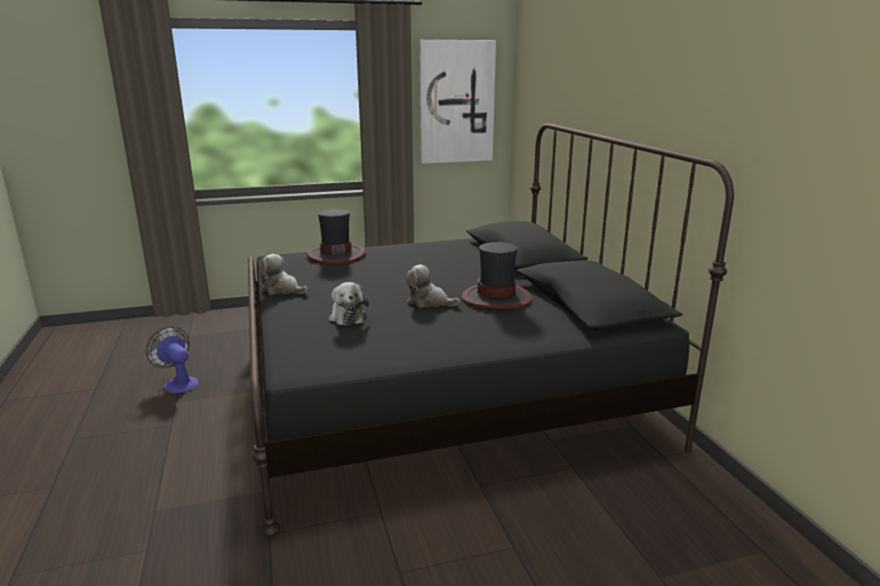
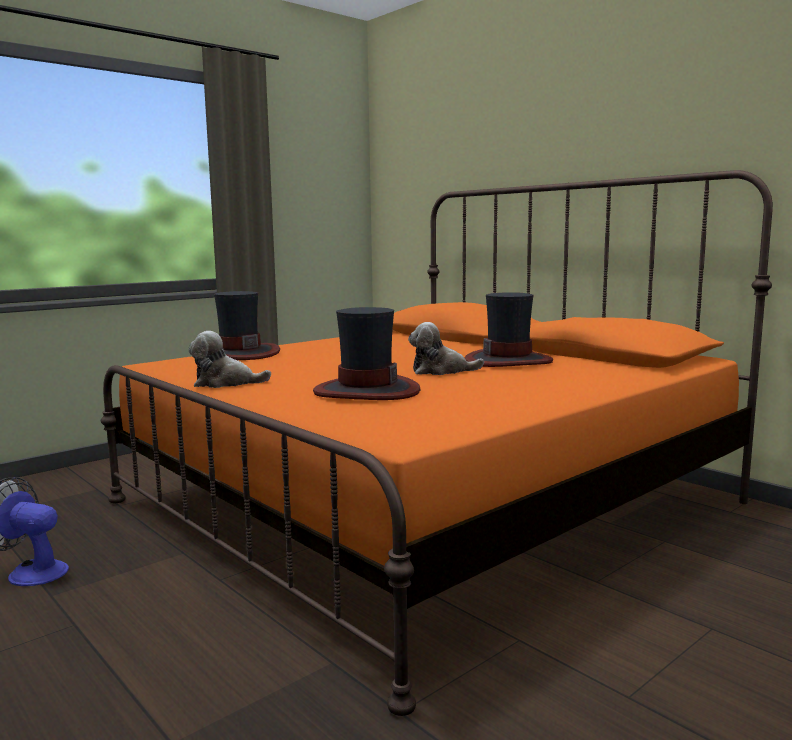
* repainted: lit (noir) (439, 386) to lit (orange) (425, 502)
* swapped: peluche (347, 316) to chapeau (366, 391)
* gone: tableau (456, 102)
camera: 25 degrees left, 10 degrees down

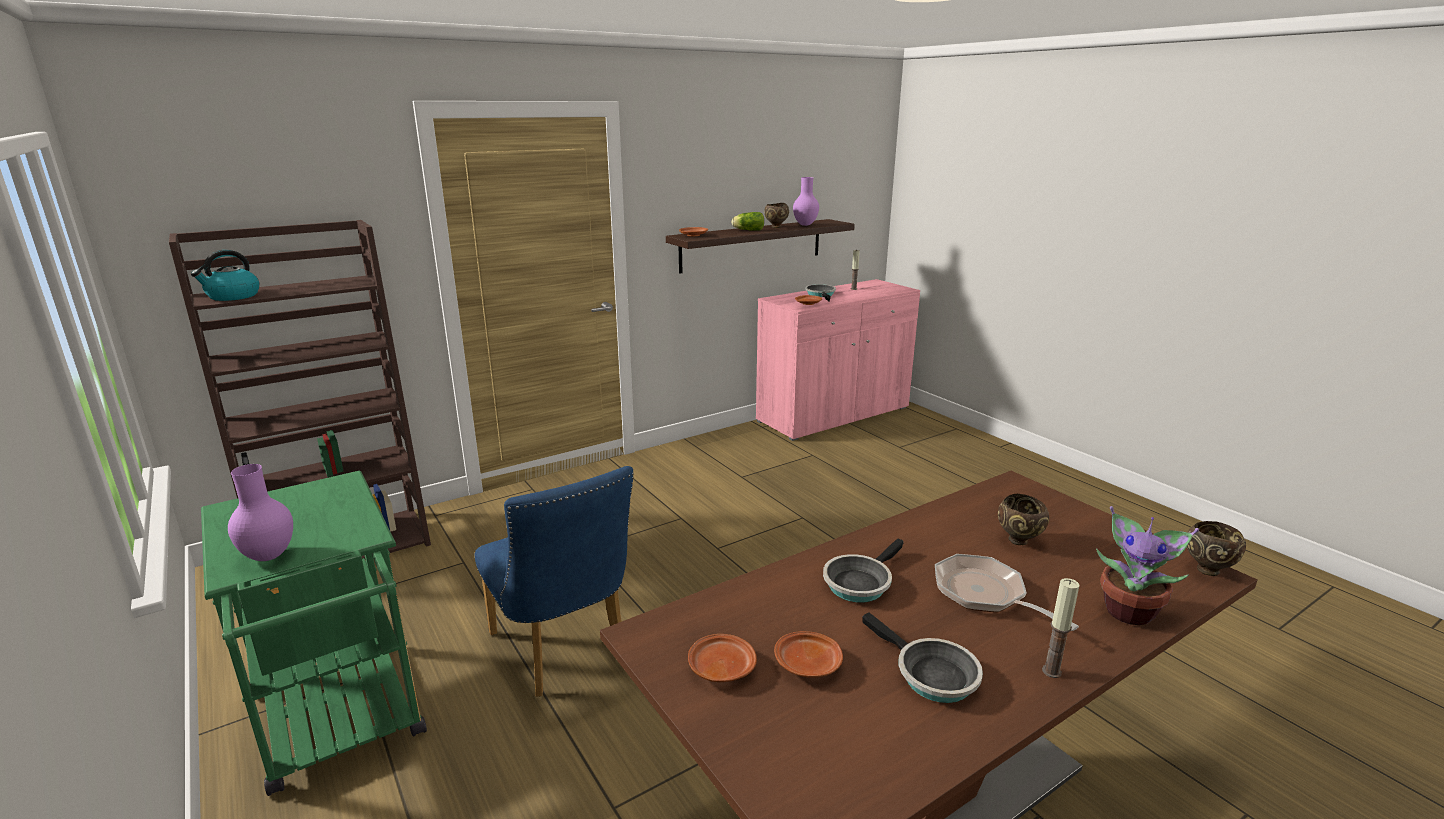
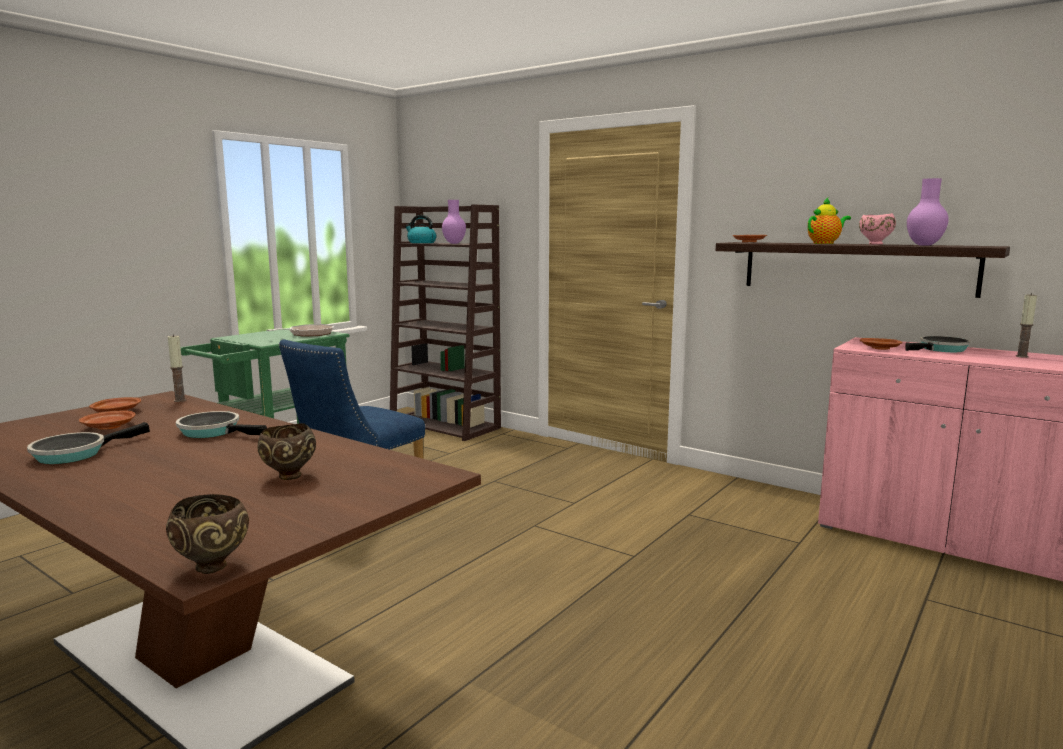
* shifted: vase (violet) (268, 556) to (454, 243)
* swapped: laitue (747, 230) to théière (825, 243)
* repainted: bol (marron) (776, 227) to bol (rose) (874, 244)
* shifted: poêle (985, 594) to (308, 334)
* shifted: bougie (1051, 671) to (180, 400)
* gone: plante en pot (1130, 611)
camera: 70 degrees right, 10 degrees down

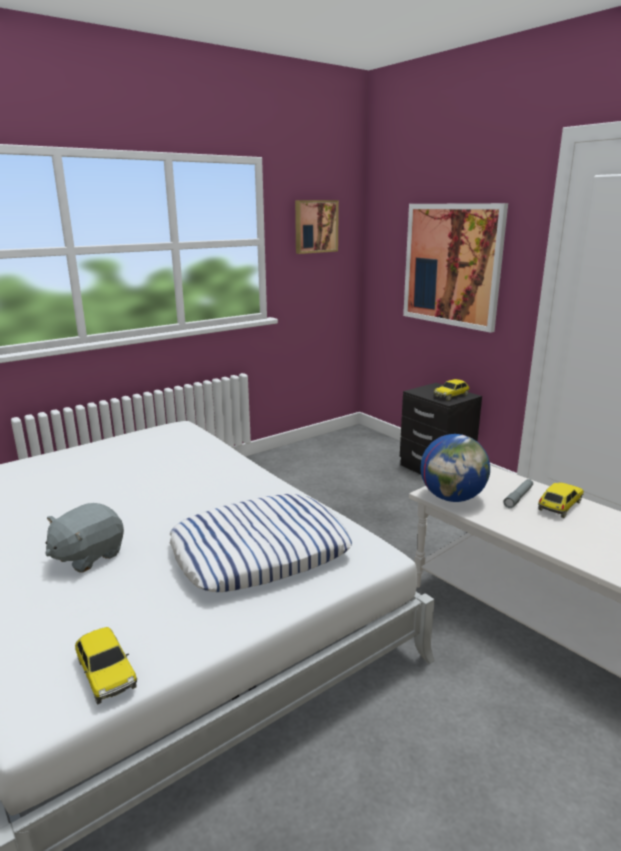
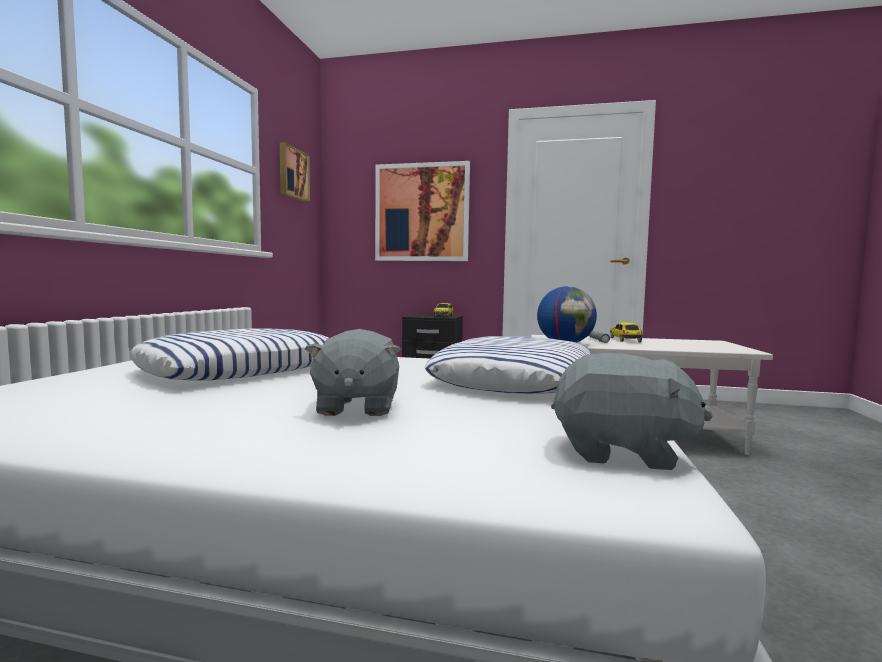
* swapped: petite voiture (106, 673) to peluche (gris) (622, 453)
* new: coussin (241, 368)
camera: 40 degrees left, 15 degrees down

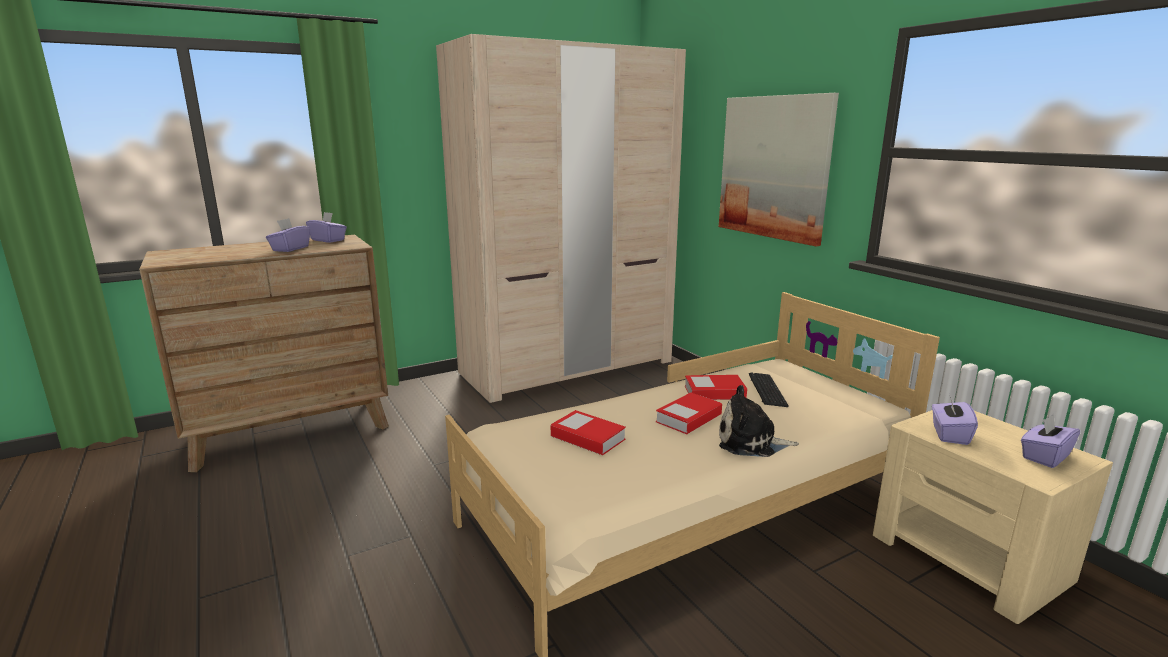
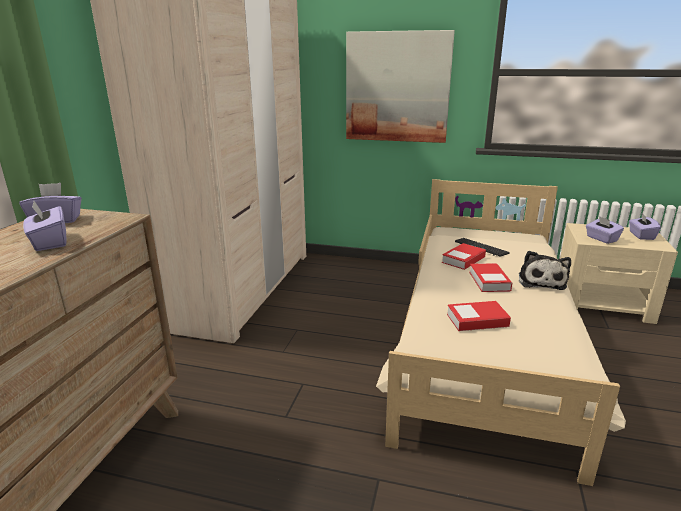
* rotated: peluche (751, 442) = (541, 281) 45 degrees counterclockwise
camera: 45 degrees left, 5 degrees up

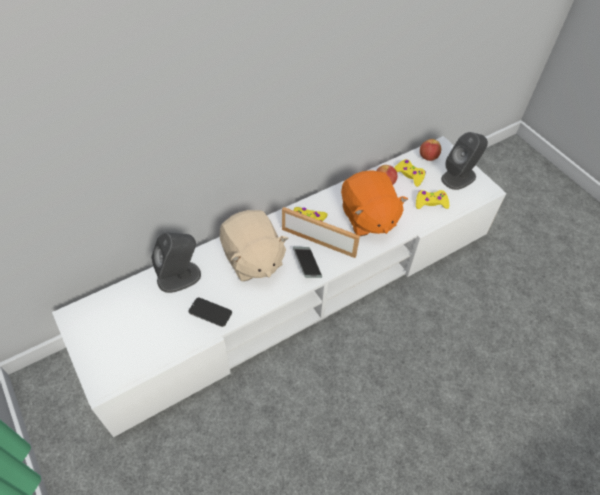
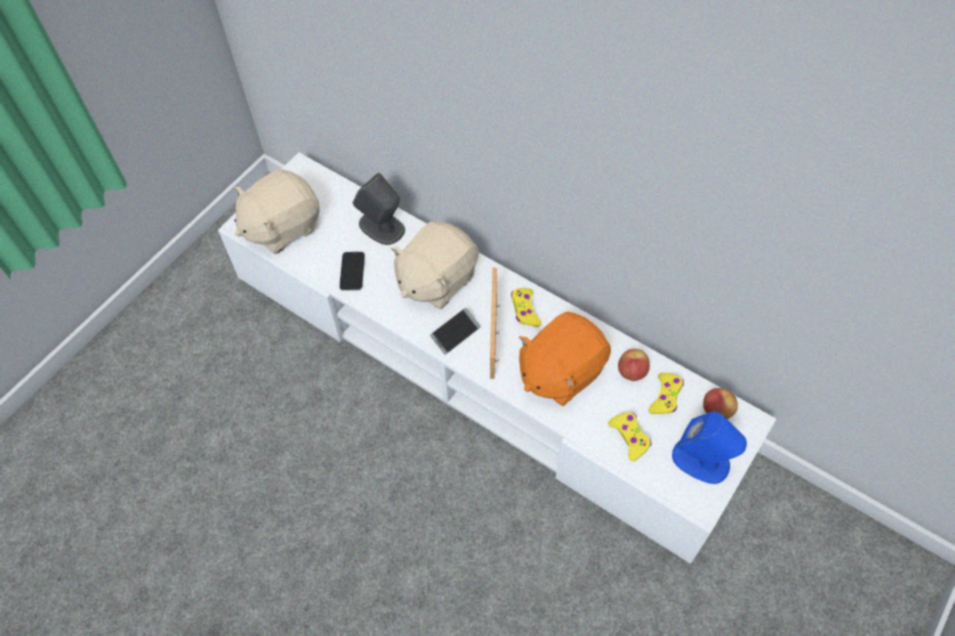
* repainted: enceinte (gris) (459, 177) to enceinte (bleu) (701, 461)
* new: peluche (beige) (282, 227)
camera: 70 degrees right, 5 degrees up

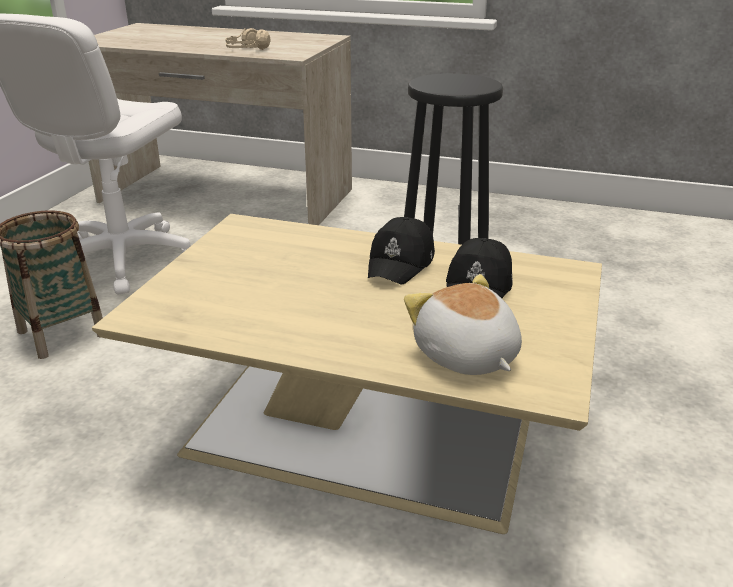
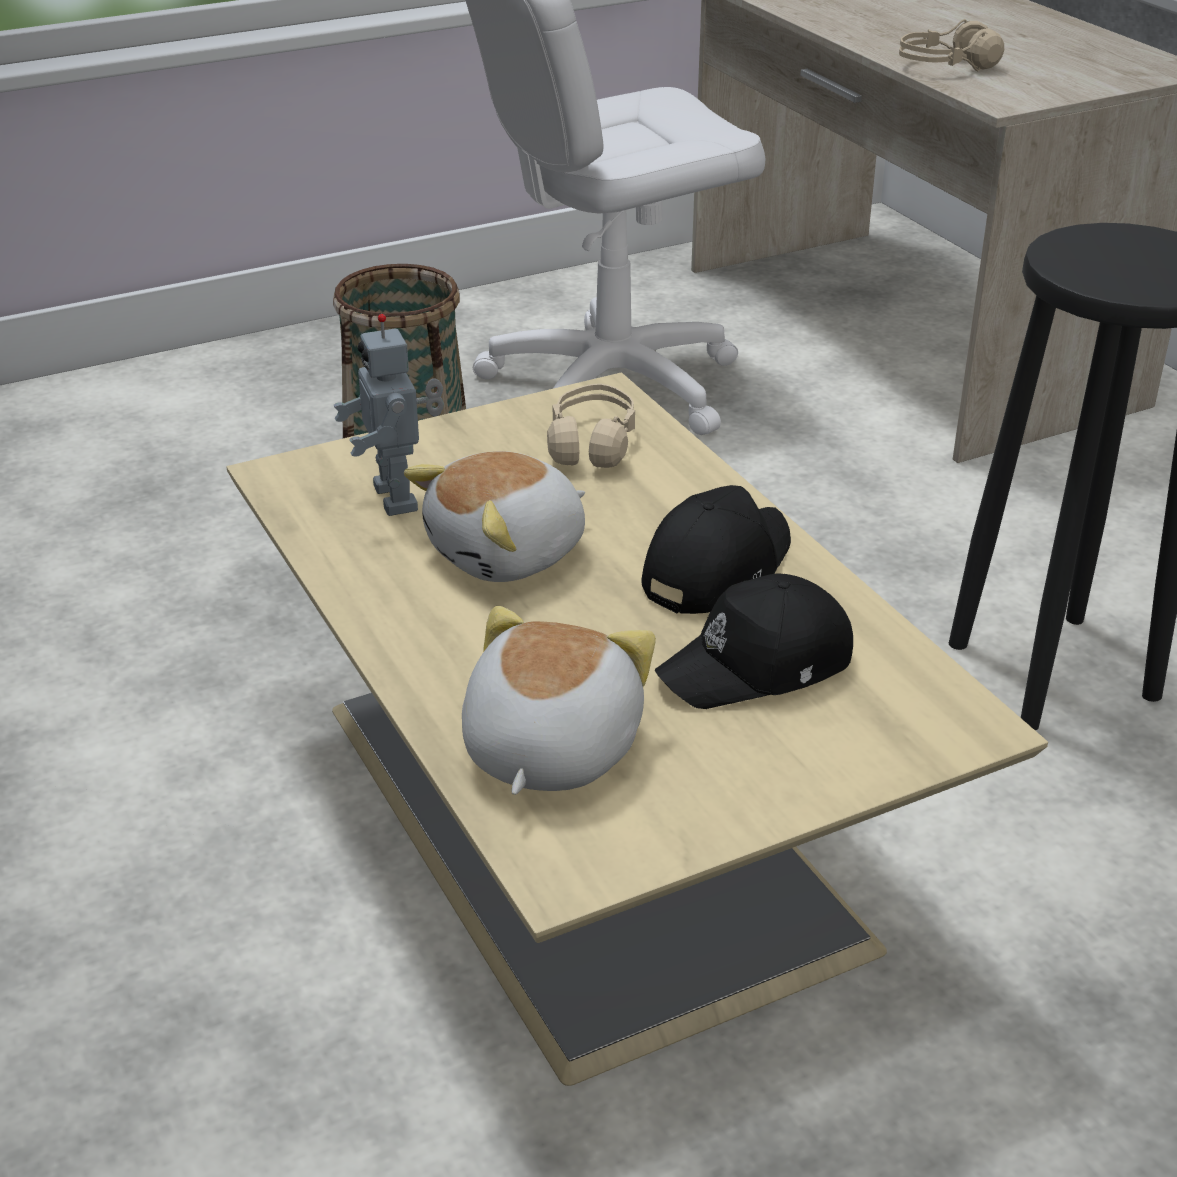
* rotated: casquette (noir) (401, 263) = (715, 568) 150 degrees clockwise
* new: robot jouet (399, 498)
* new: peluche (509, 554)
* new: casque audio (beige) (592, 443)
camera: 45 degrees right, 5 degrees up

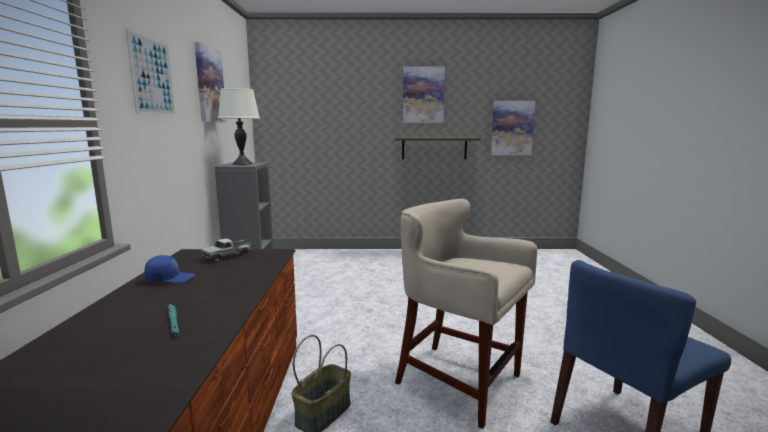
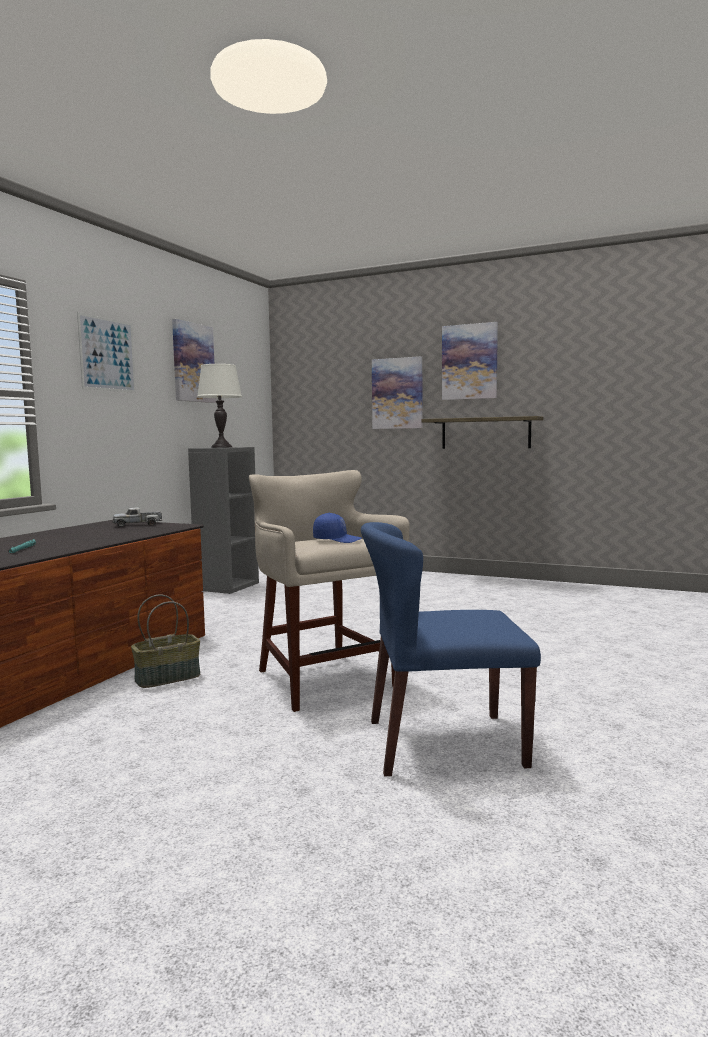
* shifted: casquette (bleu) (170, 278) to (337, 540)
* shifted: tableau (512, 128) to (397, 393)
camera: 25 degrees right, 5 degrees down

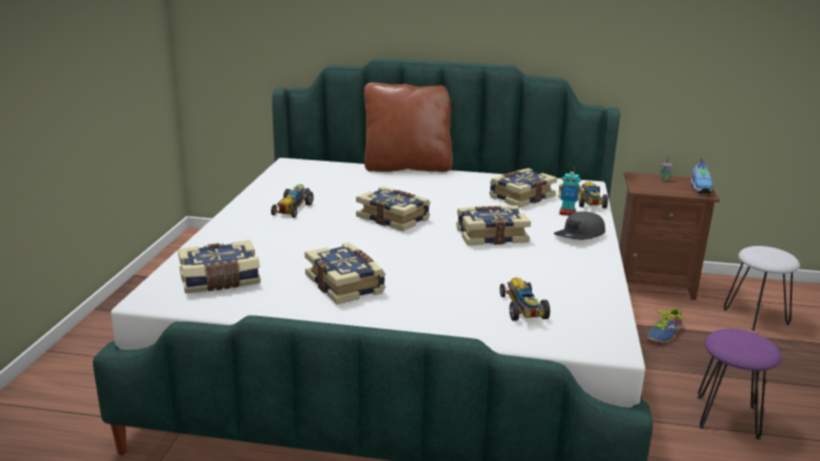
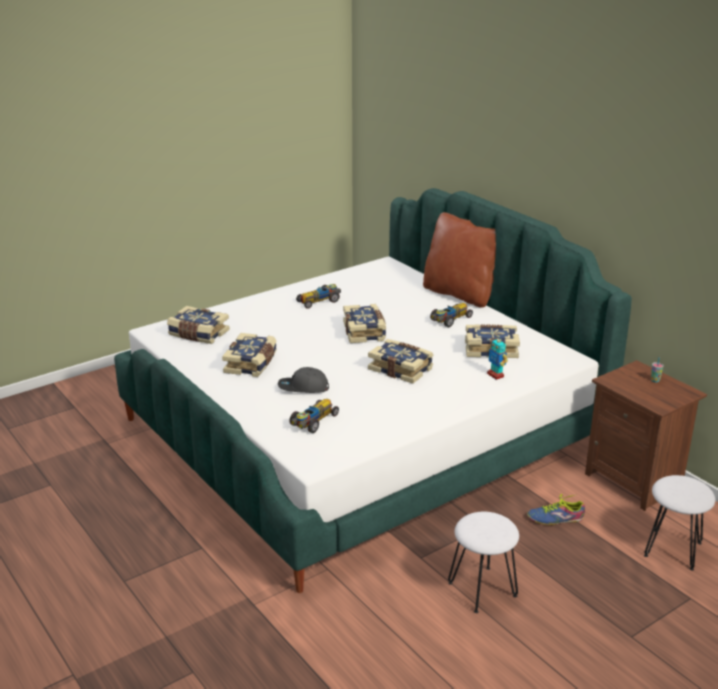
* shifted: casquette (gris) (580, 236) to (303, 388)
* shifted: petite voiture (590, 202) to (450, 320)
* gone: chaussure (700, 189)
* repainted: tabouret (violet) (727, 416) to tabouret (blanc) (483, 589)
camera: 45 degrees right, 5 degrees up

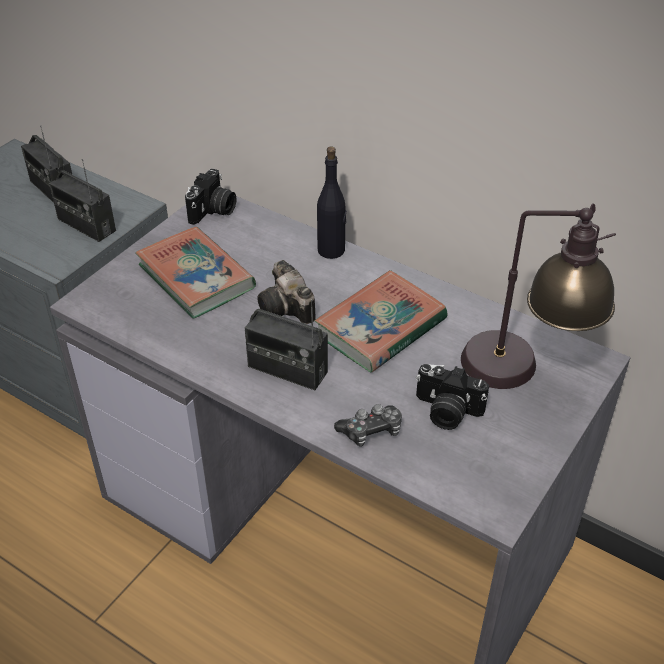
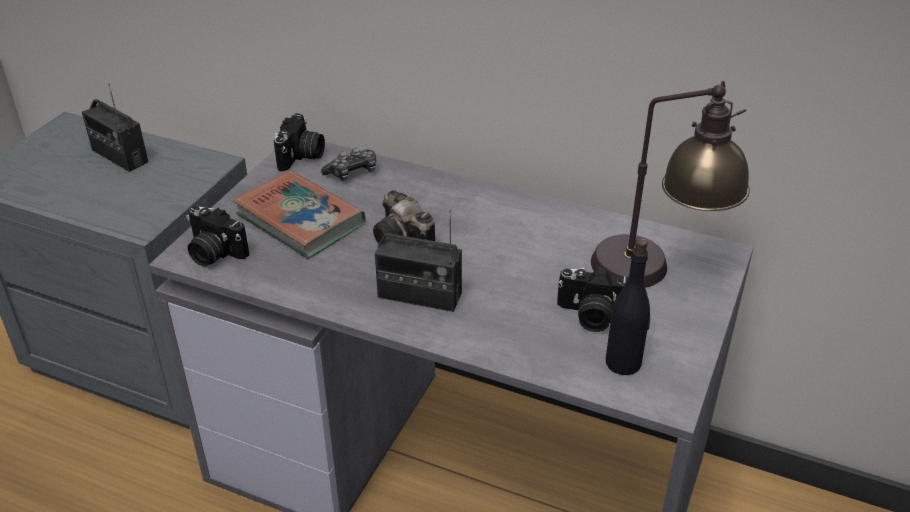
* gone: radio (86, 225)
* gone: livre (381, 327)
* shifted: bouteille (noir) (331, 250) to (624, 363)
* shifted: manette (371, 431) to (352, 172)
* new: appareil photo (213, 253)
camera: 10 degrees left, 5 degrees down

